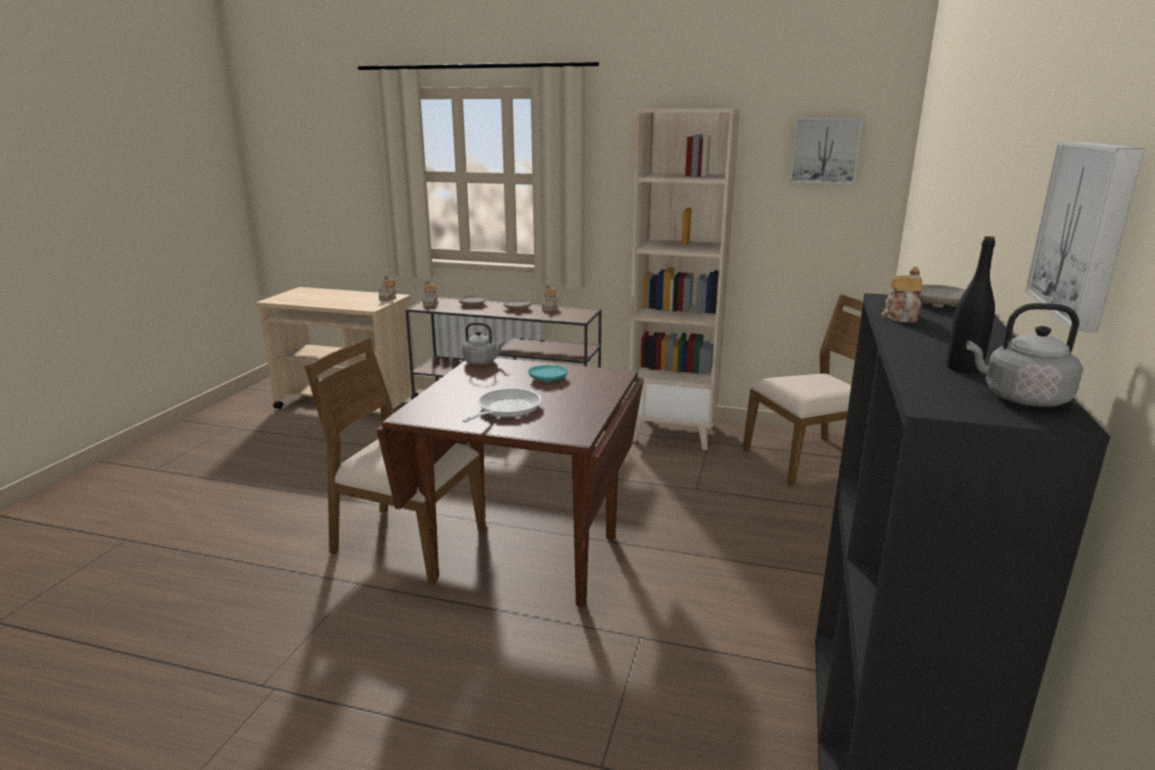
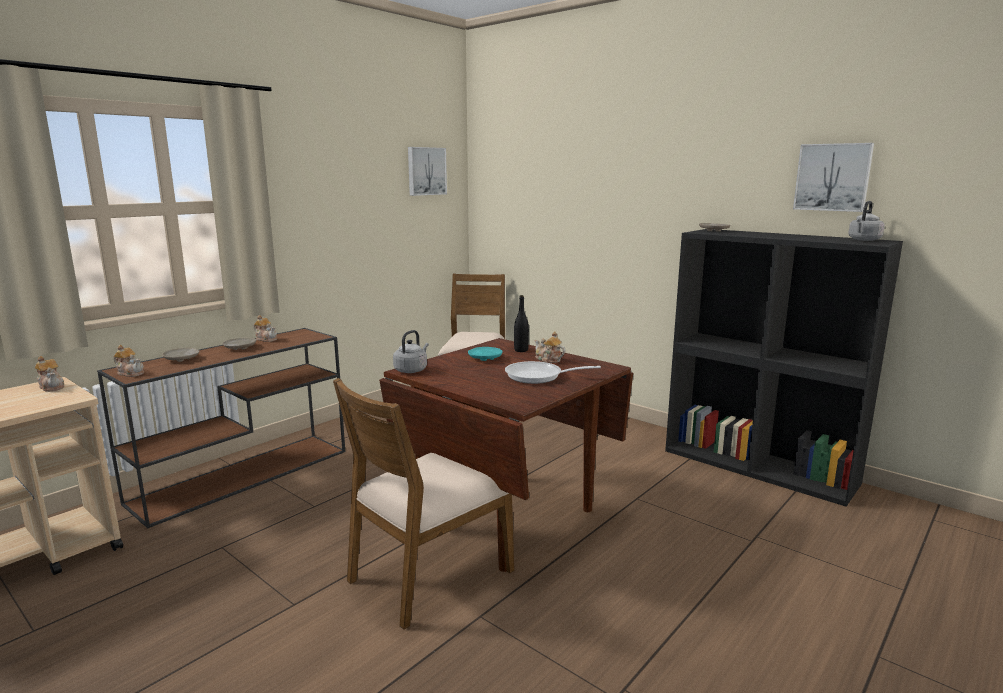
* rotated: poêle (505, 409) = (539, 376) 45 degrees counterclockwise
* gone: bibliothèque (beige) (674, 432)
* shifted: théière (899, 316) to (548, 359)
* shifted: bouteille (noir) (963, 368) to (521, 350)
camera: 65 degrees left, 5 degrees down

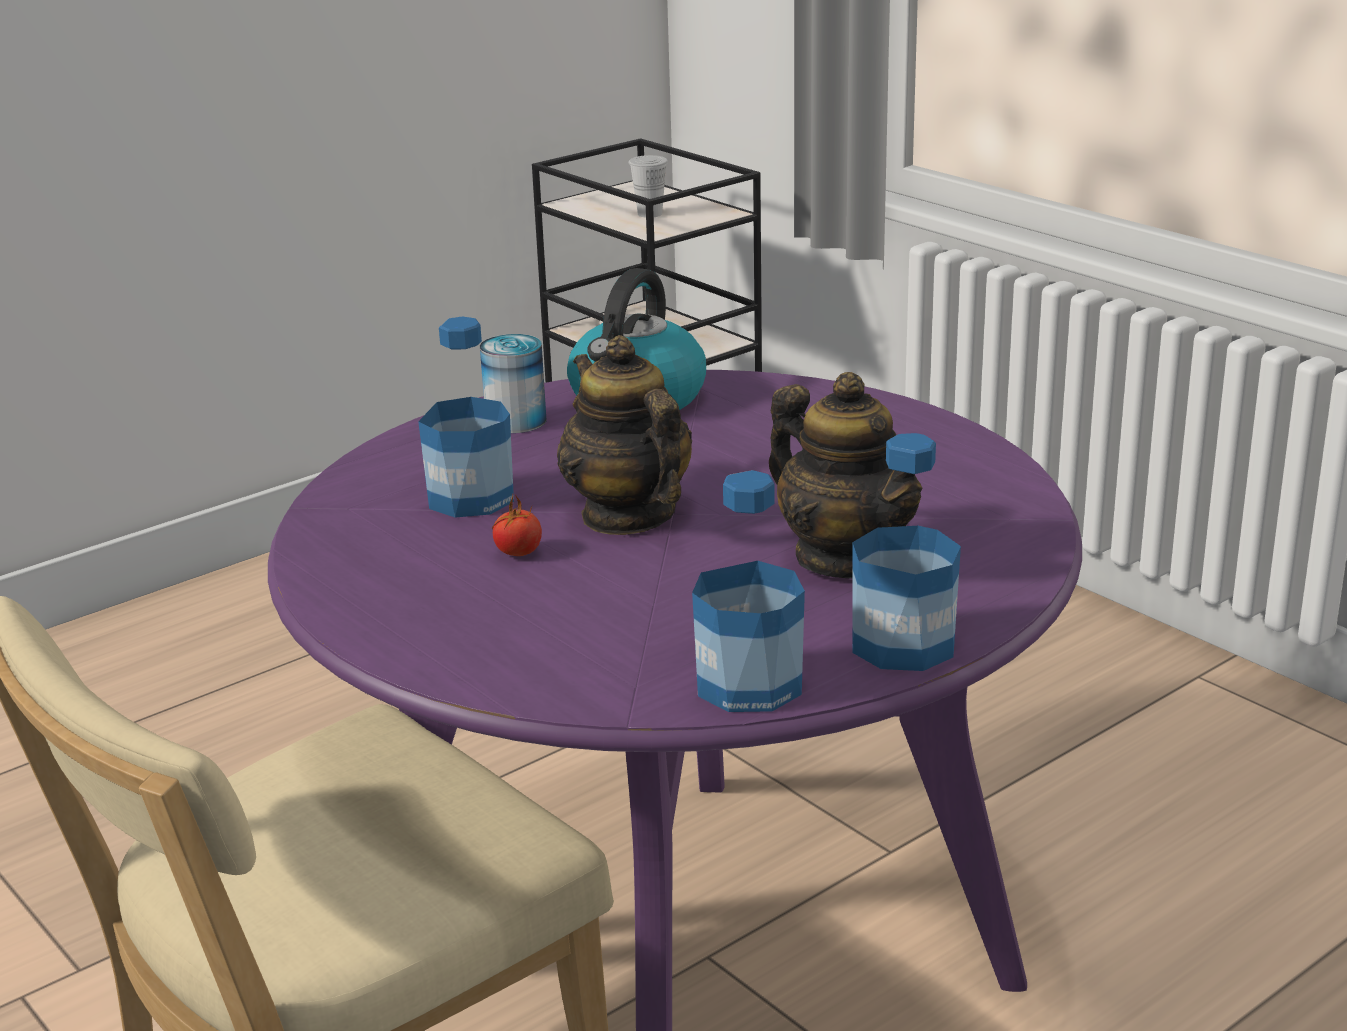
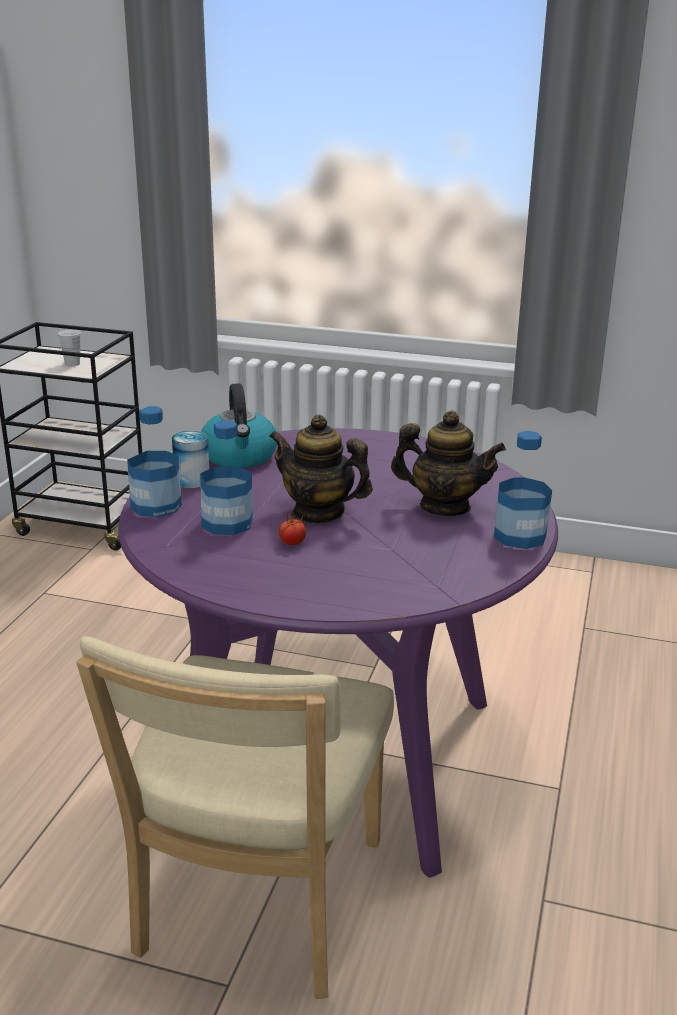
* shifted: bouteille (749, 684) to (156, 506)
camera: 35 degrees left, 0 degrees up

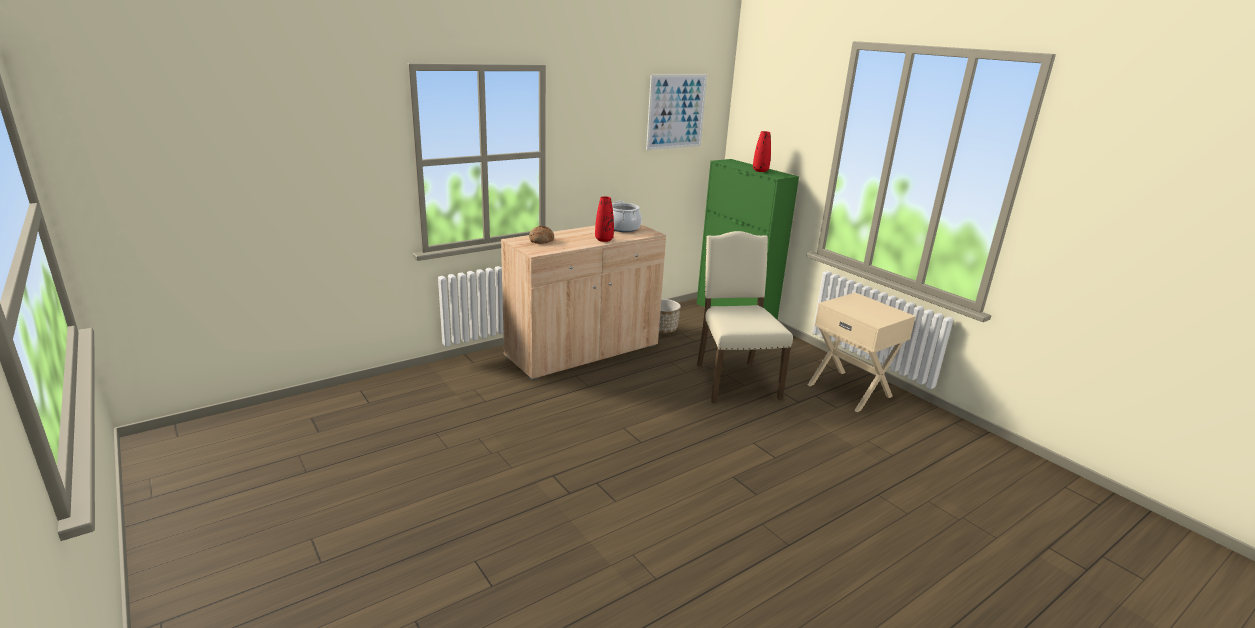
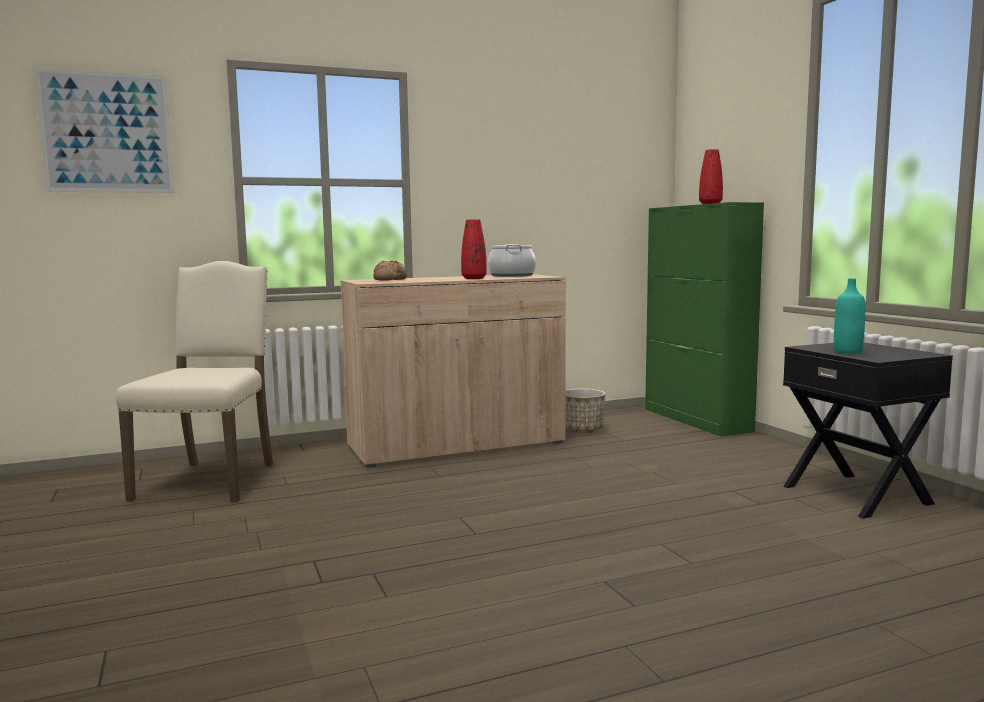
* shifted: tableau (676, 111) to (107, 133)
* shifted: chaise (beige) (734, 380) to (210, 480)
* repainted: table de chevet (beige) (850, 390) to table de chevet (noir) (857, 494)
* new: bouteille (turquoise) (847, 352)
camera: 15 degrees right, 15 degrees down

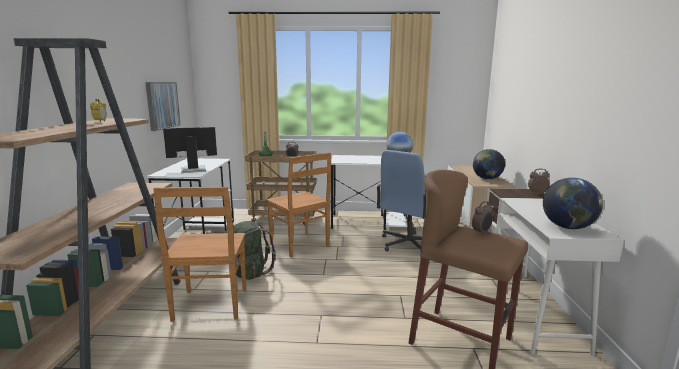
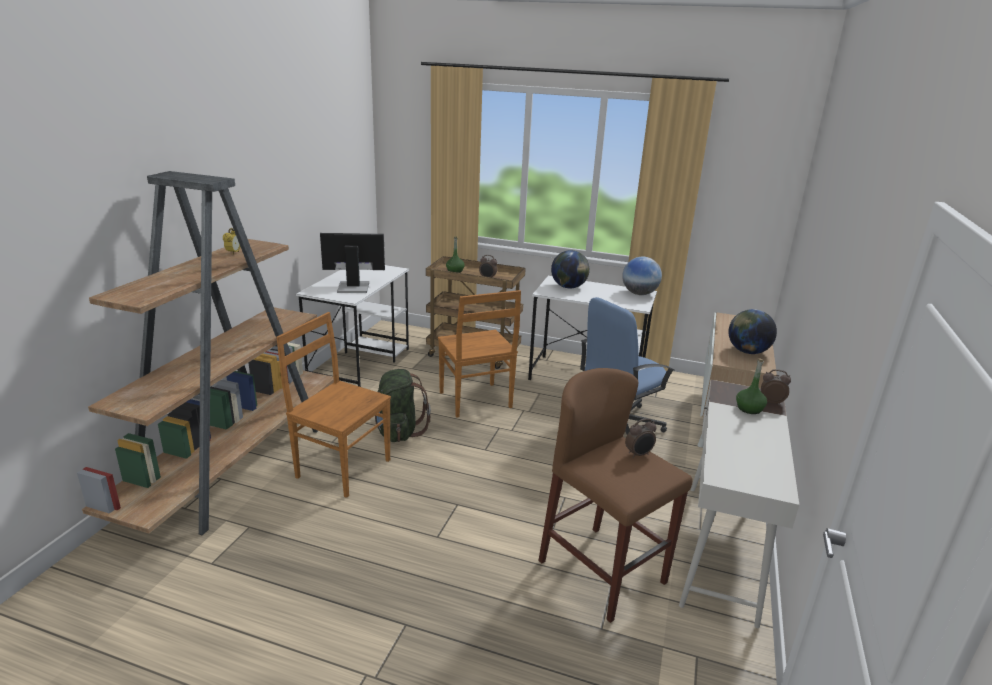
* gone: tableau (162, 105)
* rotated: chaise (marron) (210, 306) = (341, 467) 105 degrees clockwise
* shifted: globe (568, 227) to (569, 287)
* new: bouteille (vert) (749, 408)
camera: 15 degrees right, 10 degrees up

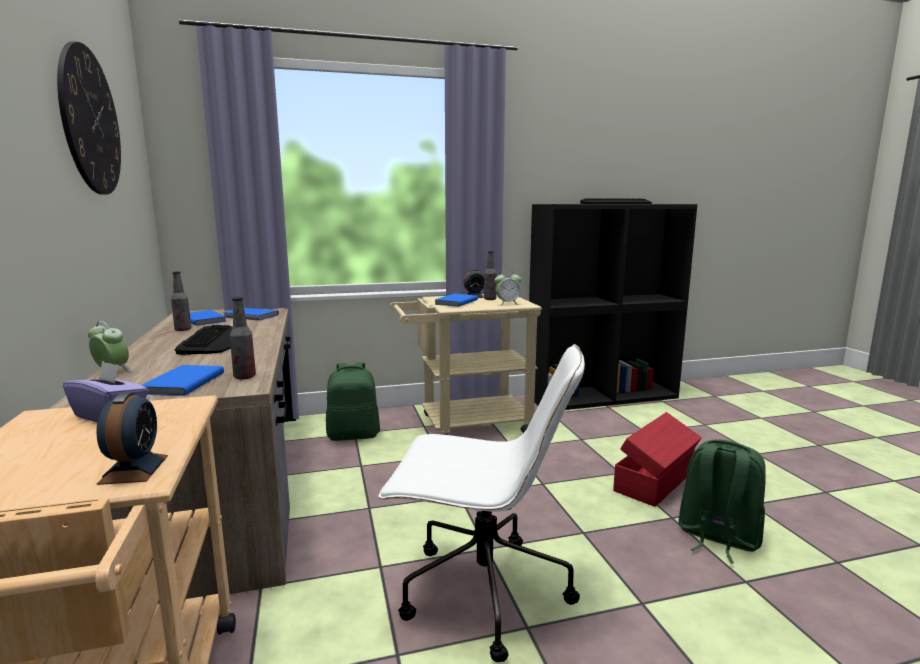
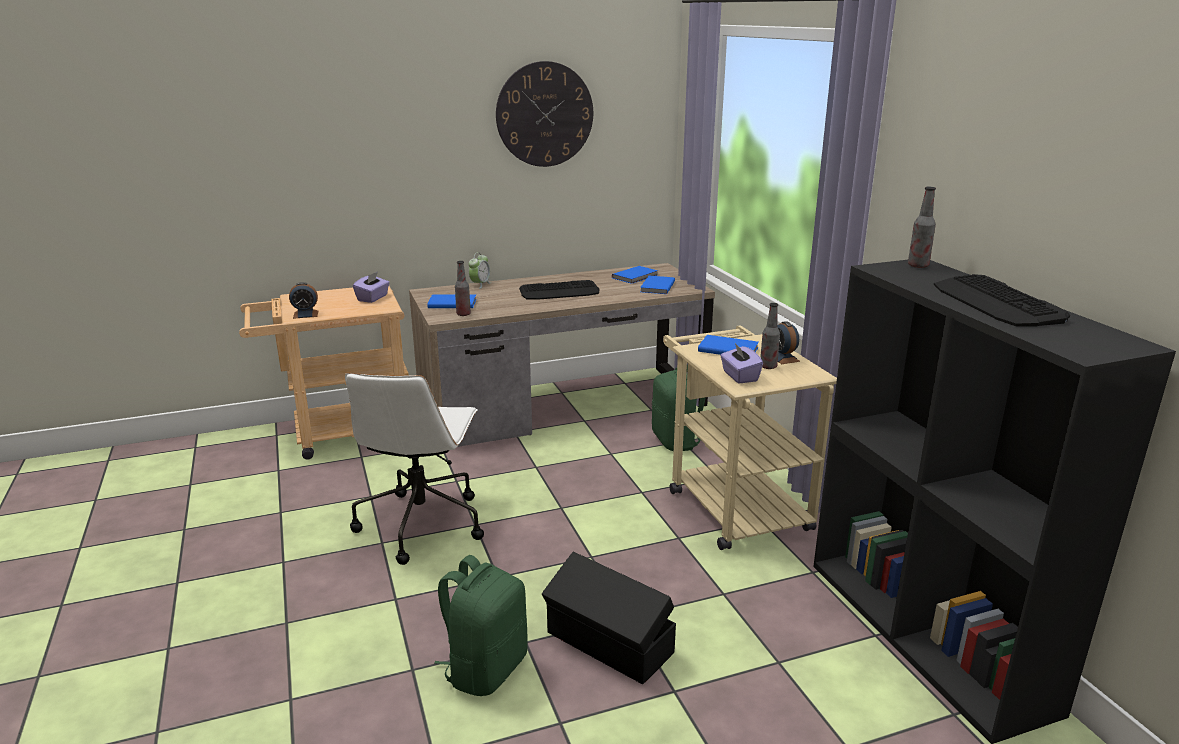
* shifted: bouteille (183, 329) to (918, 266)
* swapped: réveil (507, 303) to boîte à mouchoirs (violet) (739, 376)
* repainted: boîte de rangement (rouge) (656, 481) to boîte de rangement (noir) (609, 644)
camera: 85 degrees right, 10 degrees up

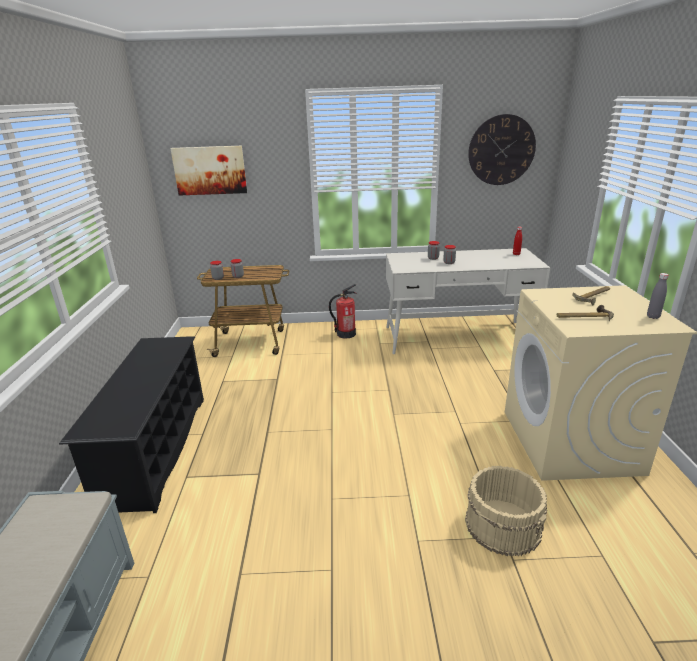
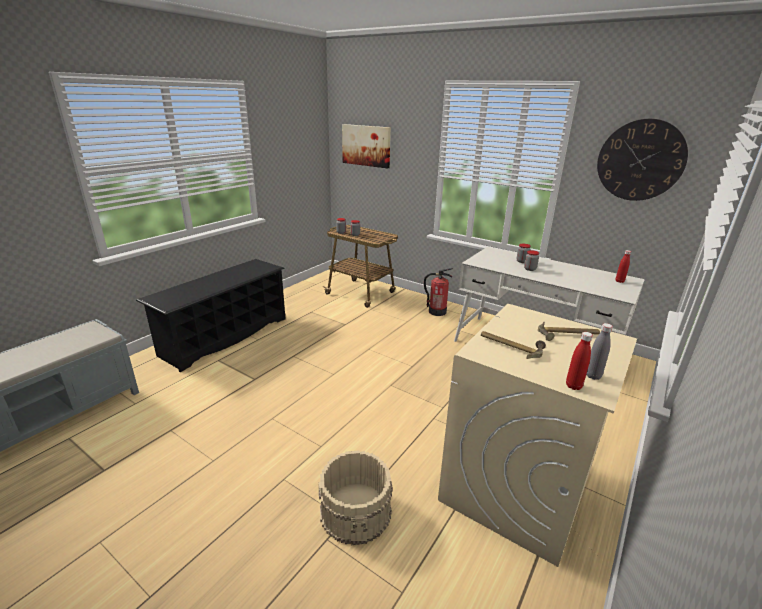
* new: bouteille (rouge) (573, 386)
camera: 35 degrees right, 0 degrees up

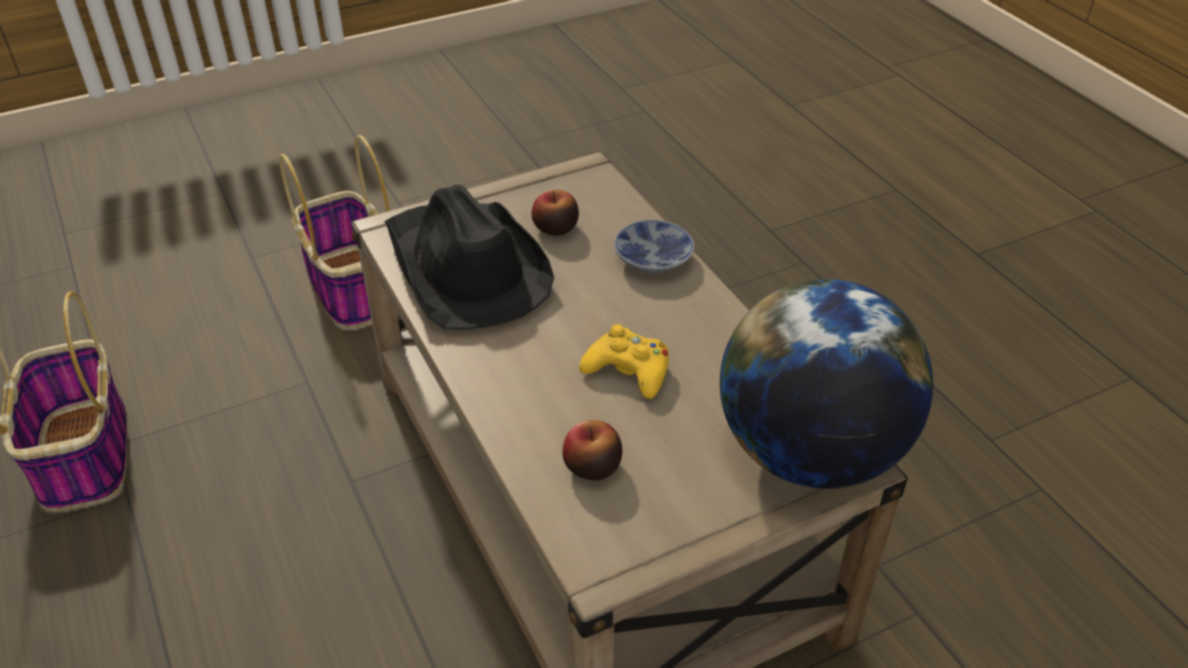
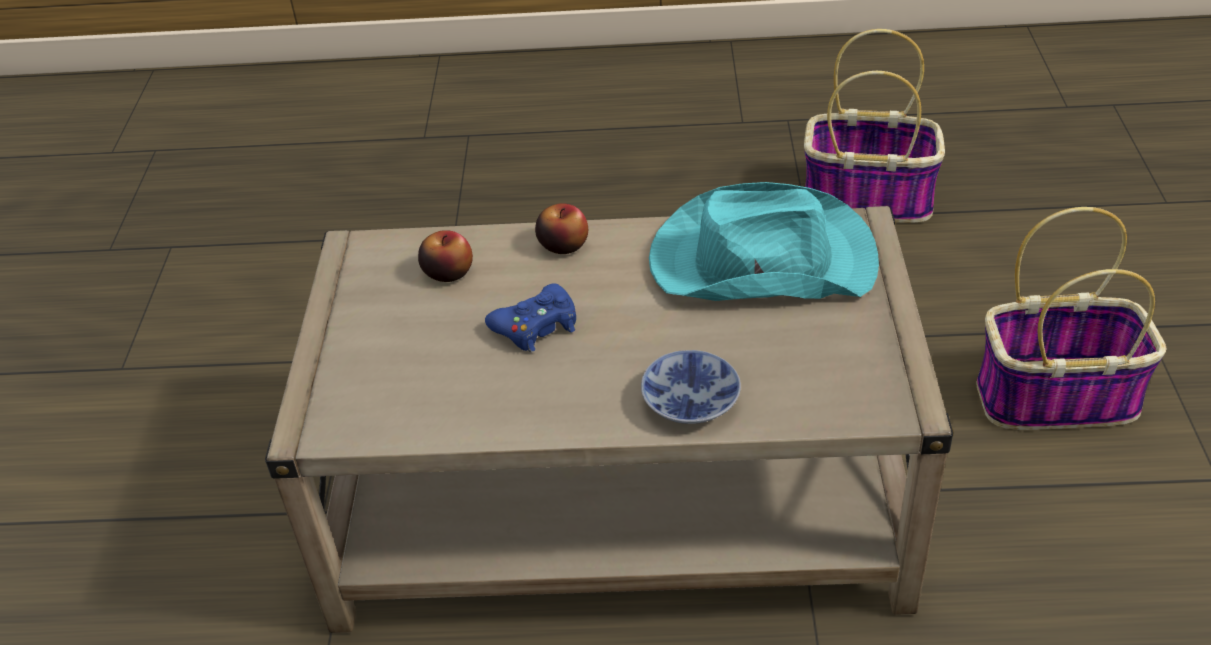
* repainted: chapeau (noir) (465, 268) to chapeau (turquoise) (759, 260)
* shifted: pomme (555, 228) to (563, 244)
* repainted: manette (jaune) (628, 371) to manette (bleu) (536, 326)
* gone: globe (809, 453)
camera: 120 degrees right, 0 degrees up

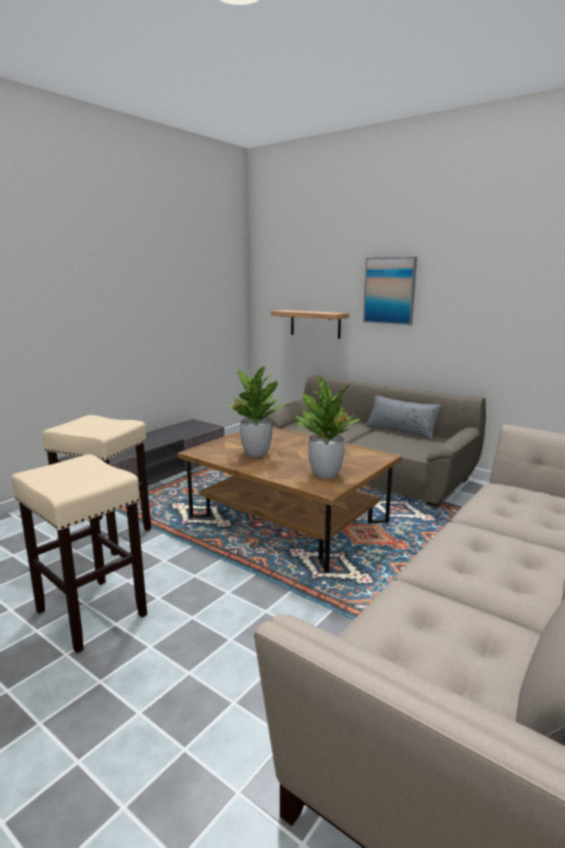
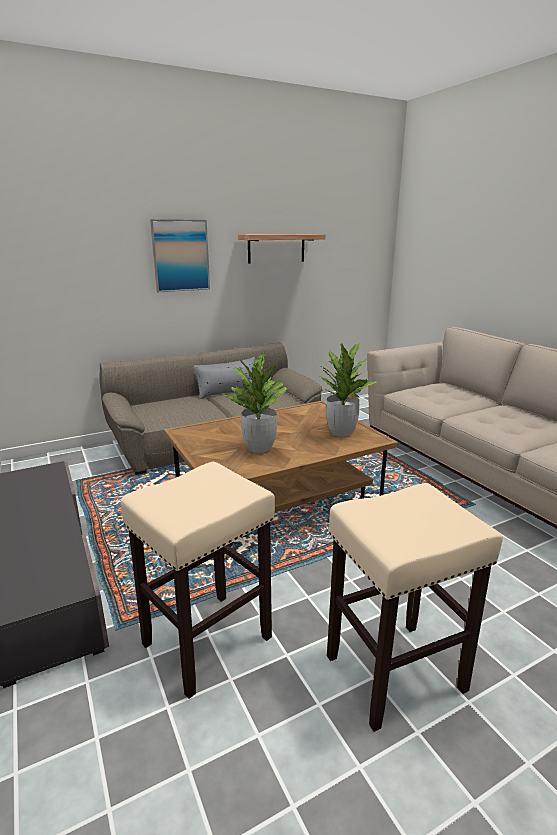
* shifted: étagère (315, 324) to (276, 248)
camera: 65 degrees left, 5 degrees up

